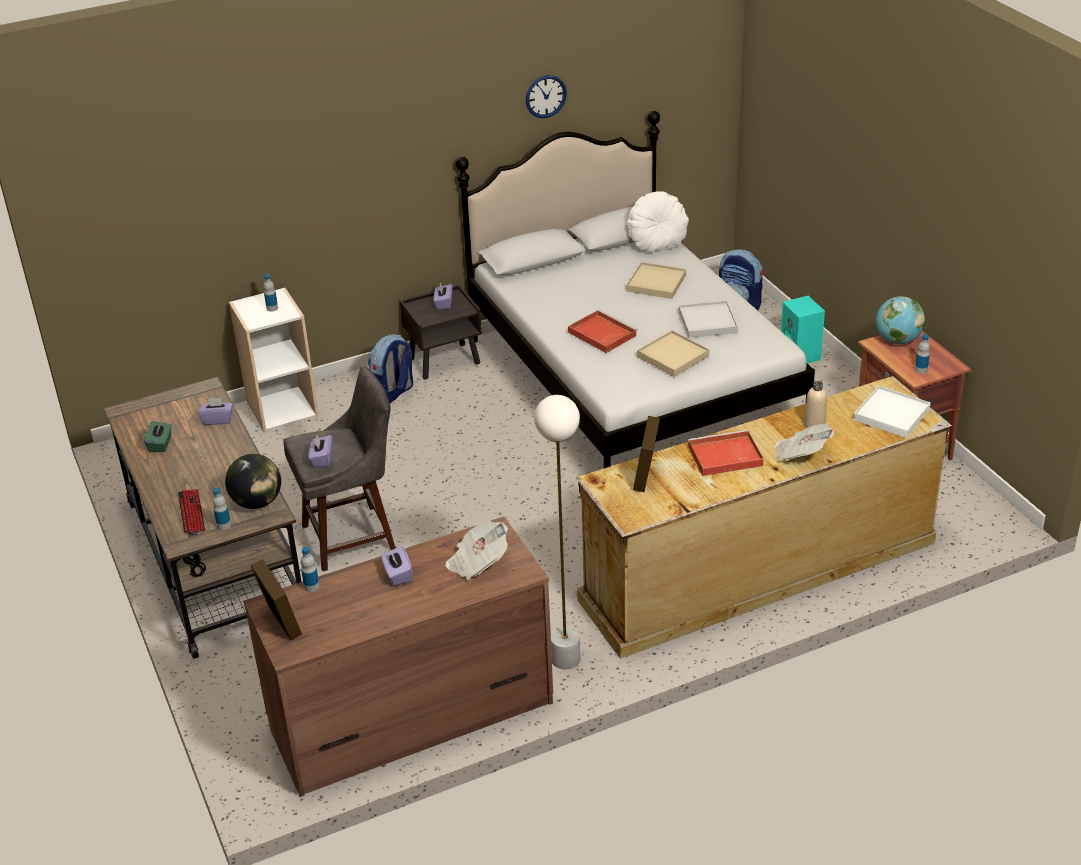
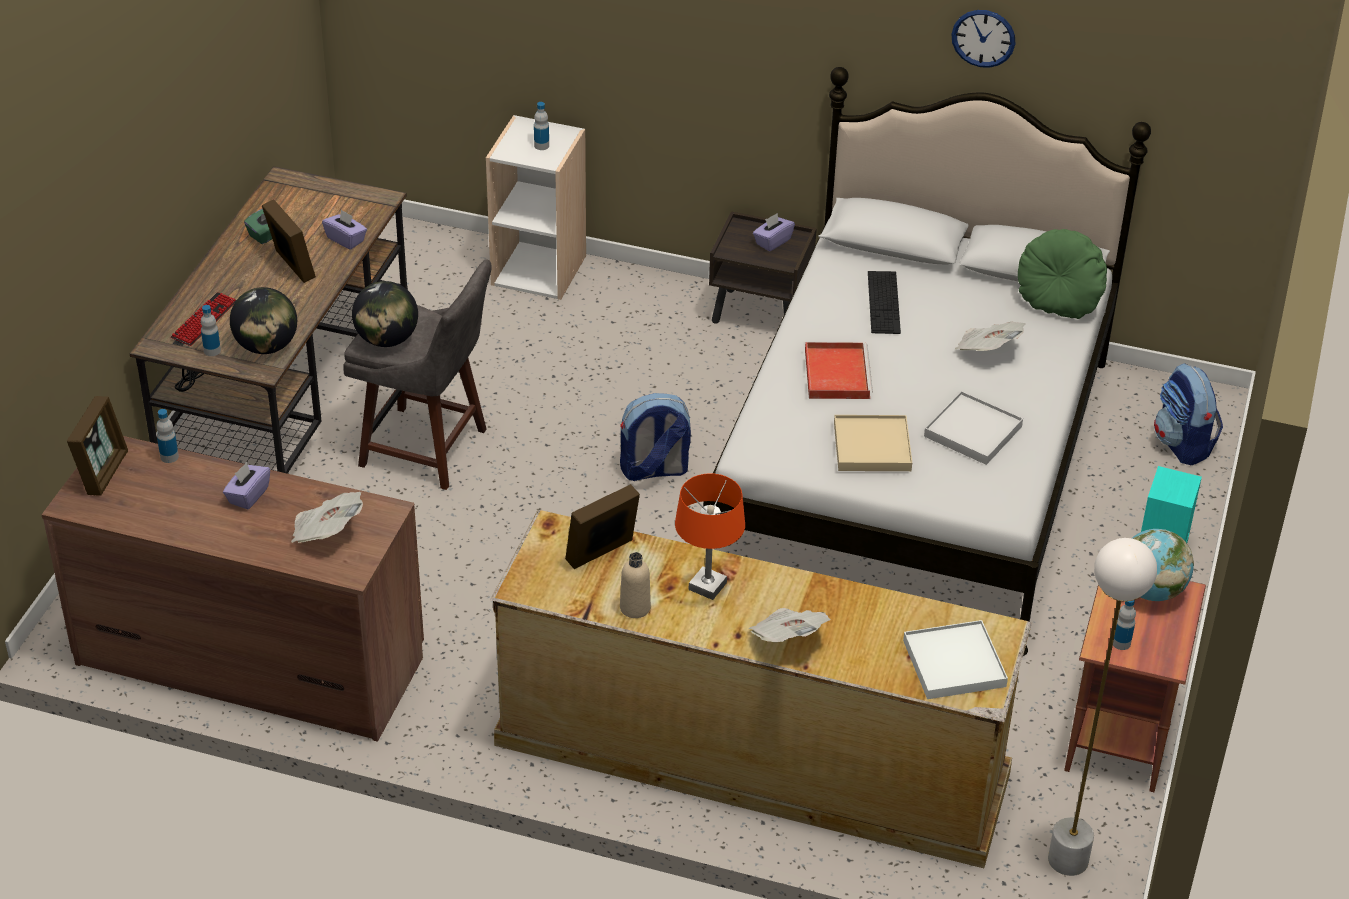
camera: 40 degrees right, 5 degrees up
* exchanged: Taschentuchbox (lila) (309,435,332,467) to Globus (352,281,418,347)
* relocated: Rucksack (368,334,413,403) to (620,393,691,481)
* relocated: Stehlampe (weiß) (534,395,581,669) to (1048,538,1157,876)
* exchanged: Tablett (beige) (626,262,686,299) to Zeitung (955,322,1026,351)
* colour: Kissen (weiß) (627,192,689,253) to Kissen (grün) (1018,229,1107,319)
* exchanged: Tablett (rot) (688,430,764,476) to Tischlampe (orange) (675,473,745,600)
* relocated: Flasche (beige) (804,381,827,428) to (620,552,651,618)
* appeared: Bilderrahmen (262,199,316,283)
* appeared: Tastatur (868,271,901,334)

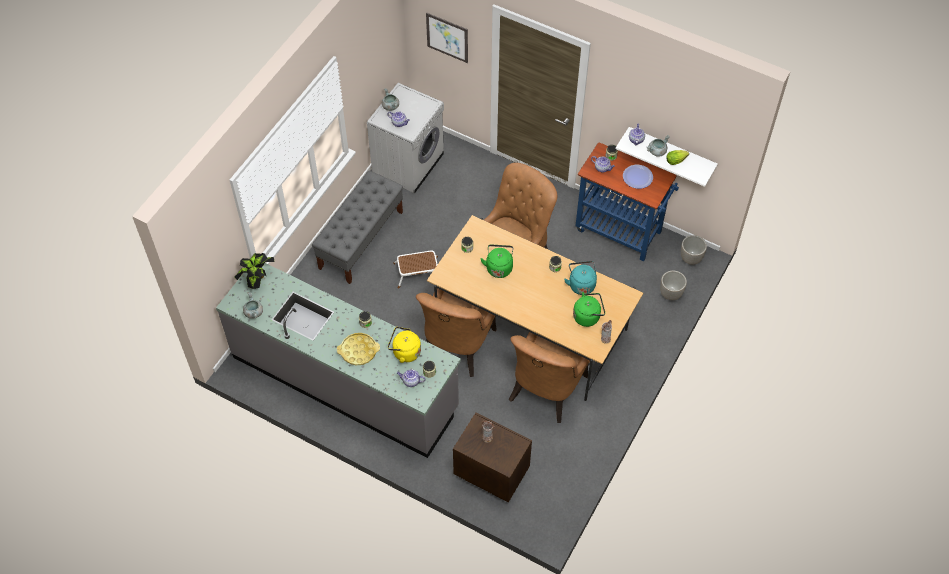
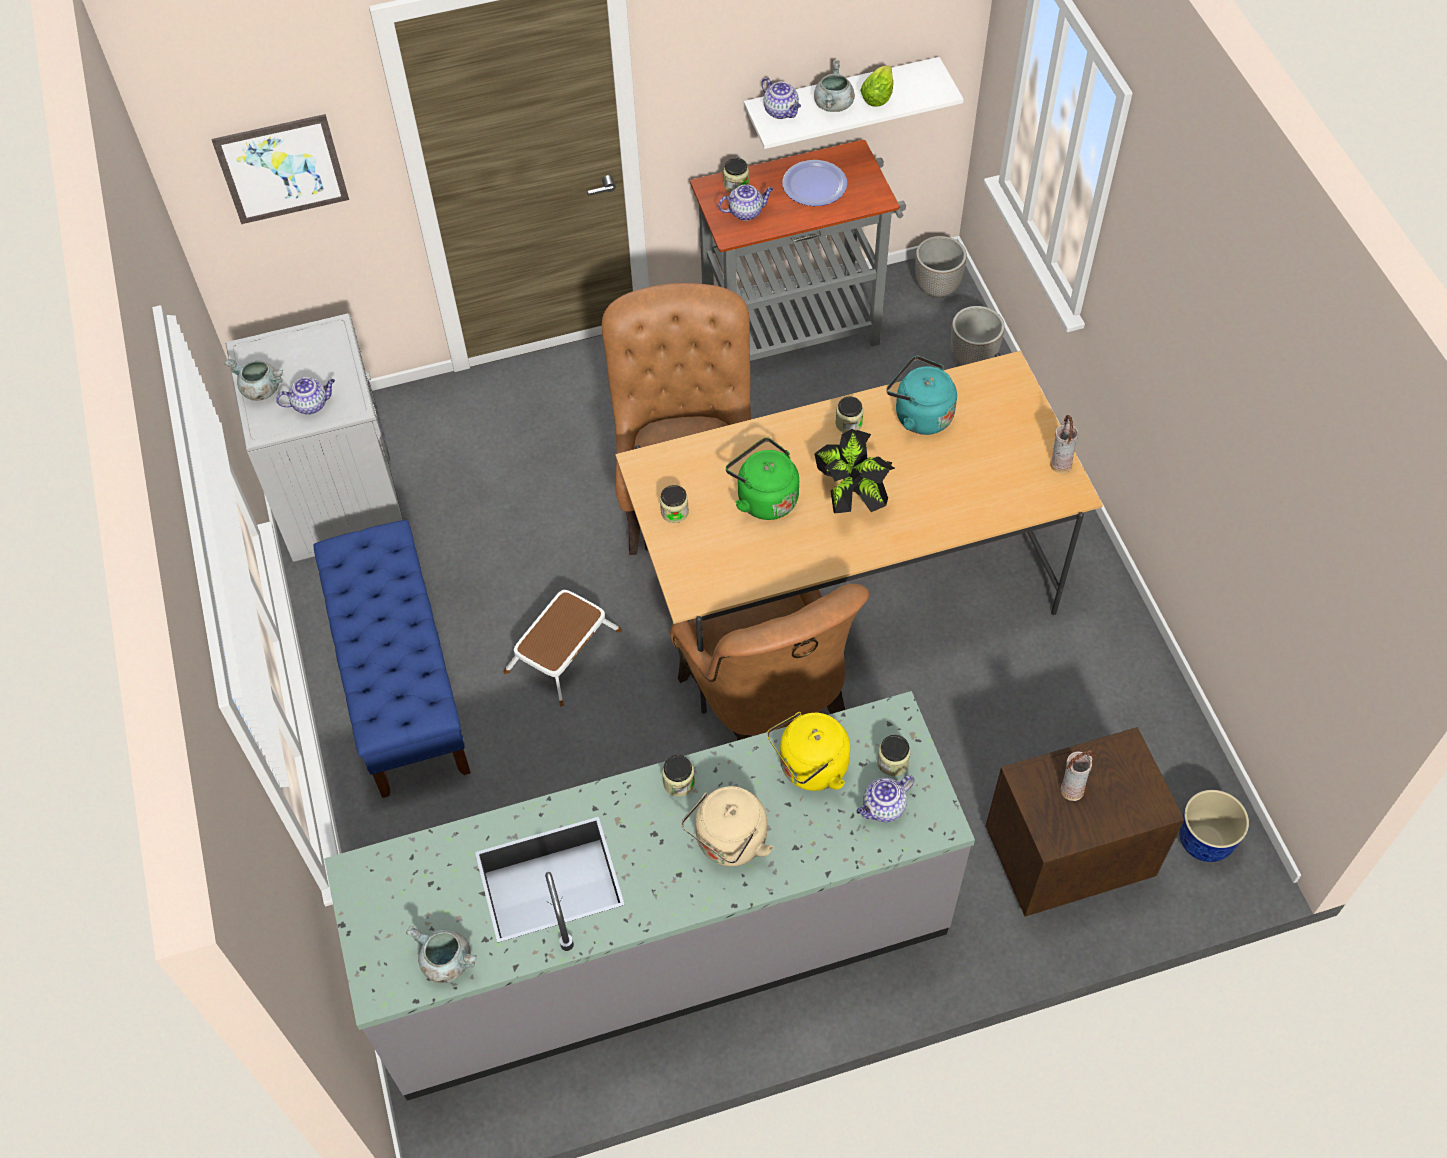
camera: 45 degrees left, 0 degrees up
* relocated: Topfpflanze (235,253,275,289) to (814,429,895,514)
* colour: Bank (grau) (312,171,403,284) to Bank (blau) (313,520,471,798)
* exchanged: Tablett (gelb) (337,333,380,365) to Wasserkessel (beige) (681,786,774,866)
* missing: Stuhl (braun) (509,332,590,423)
* missing: Wasserkessel (grün) (573,292,605,327)
* colour: Rollwagen (blau) (576,142,679,261) to Rollwagen (grau) (690,140,906,361)
* appeared: Pflanzkübel (1179,790,1249,862)

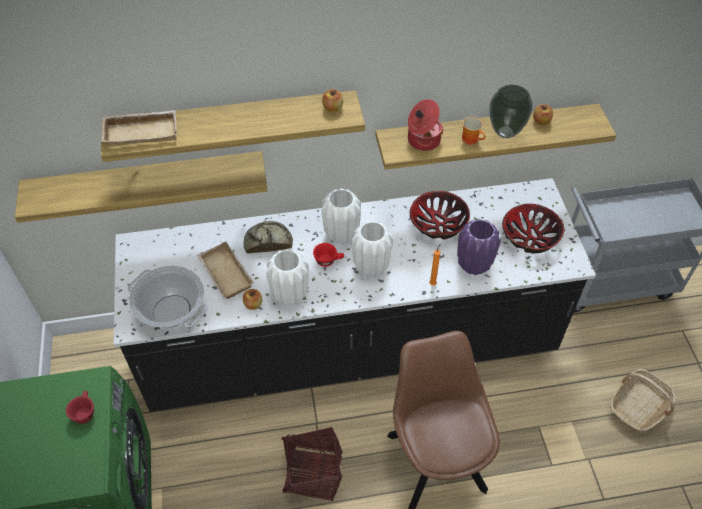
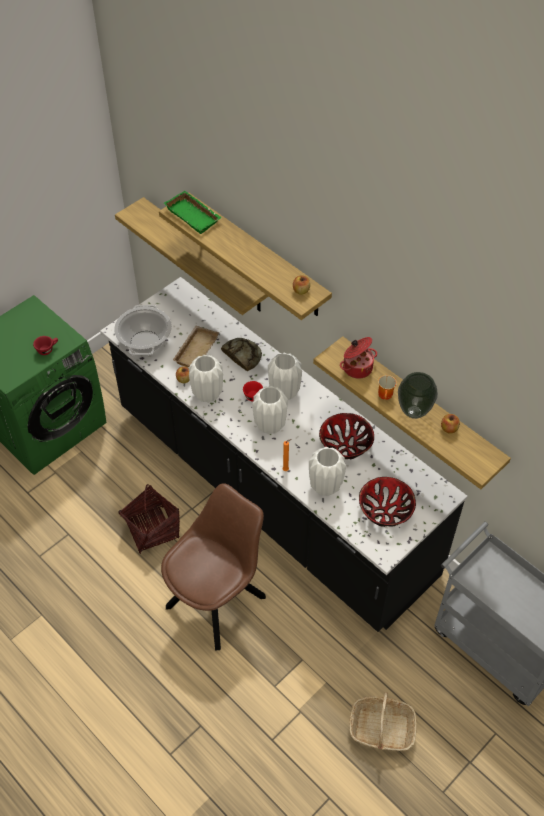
camera: 55 degrees right, 0 degrees up
* colour: Tablett (beige) (102,110,177,147) to Tablett (grün) (164,191,222,234)
* colour: Vase (lila) (457,219,501,275) to Vase (weiß) (309,447,346,496)

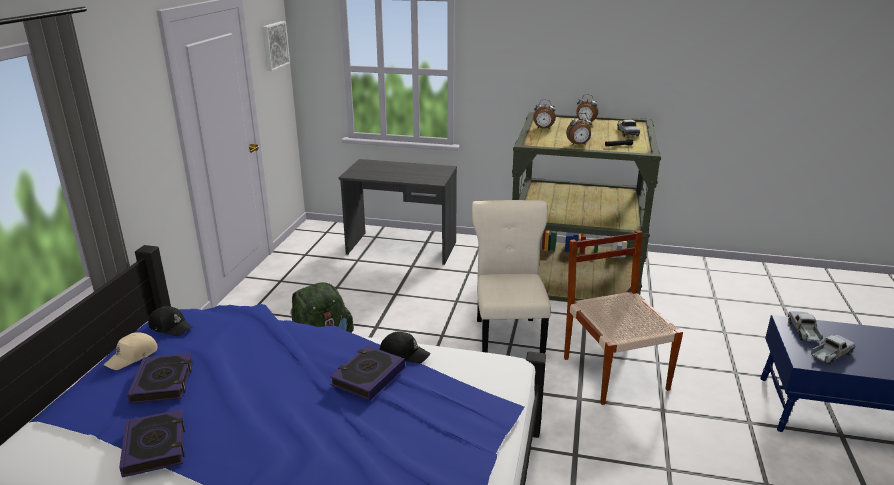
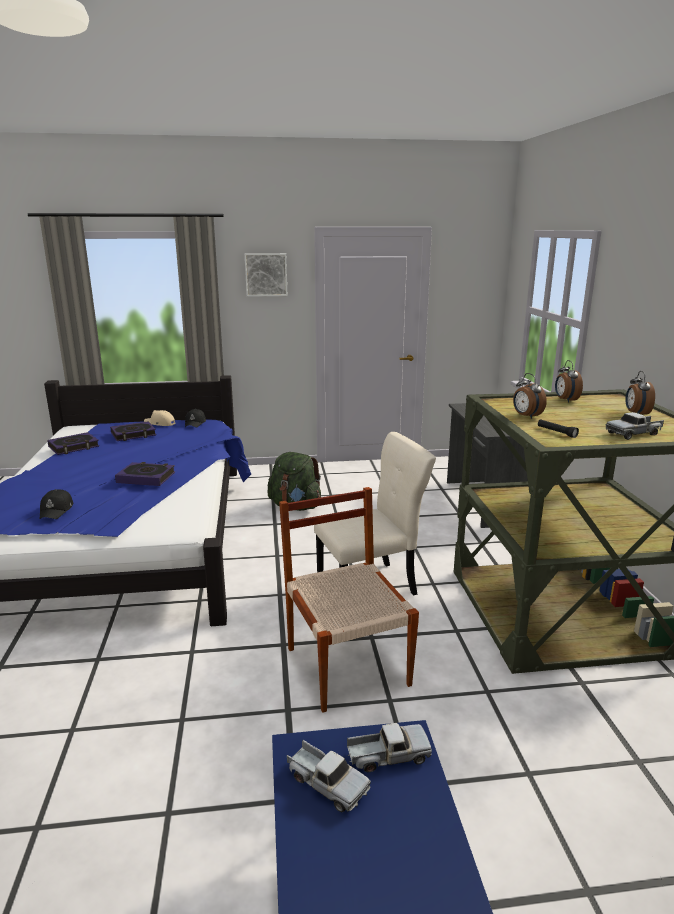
camera: 70 degrees right, 5 degrees down
* relocated: Bild (262,21,290,71) to (245,253,287,297)
* relocated: Kappe (schwarz) (379,331,430,363) to (39,489,73,519)
* spun: Stuhl (564,230,683,405) = (279,487,419,713) 75 degrees counterclockwise

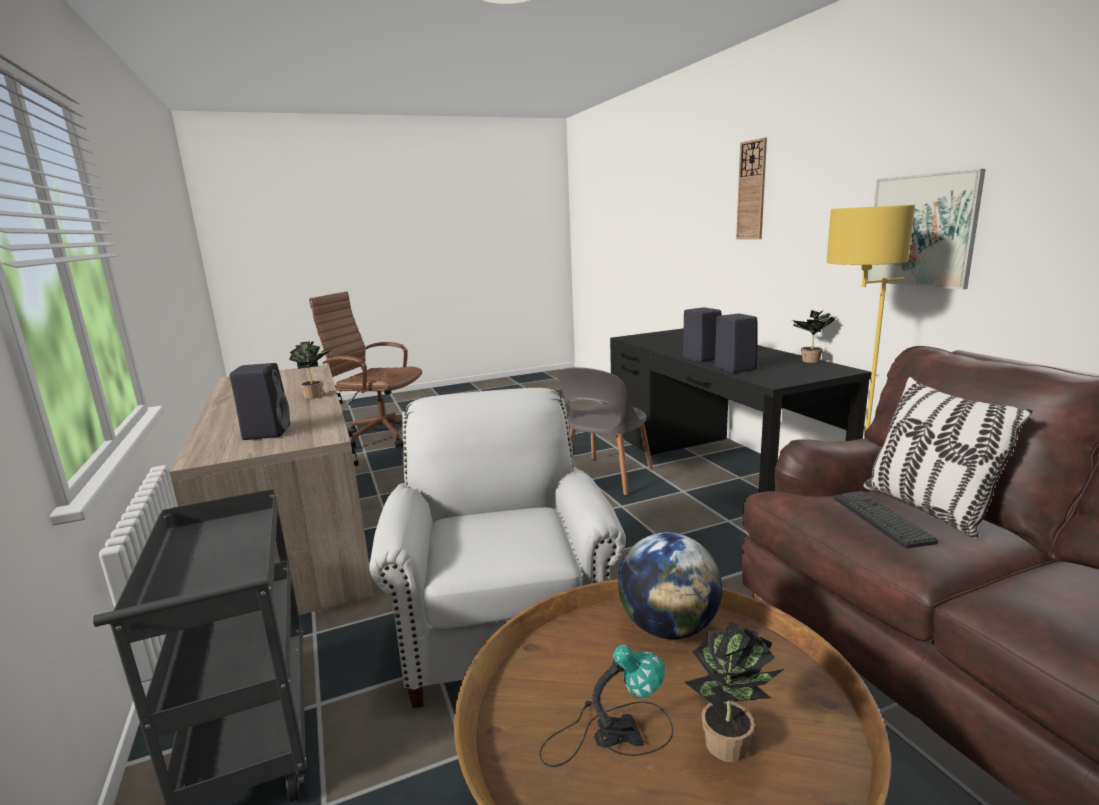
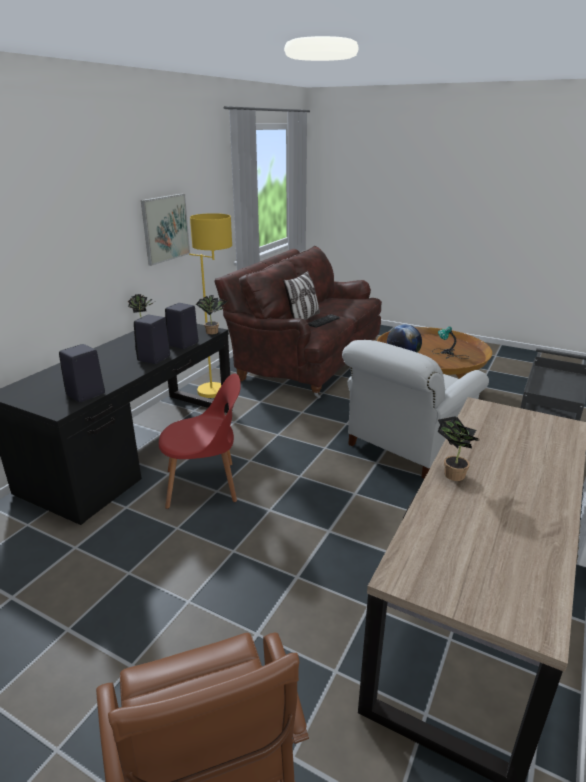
camera: 130 degrees left, 10 degrees up
* relocated: Lautsprecher (schwarz) (229,363,290,440) to (59,344,105,402)
* colour: Stuhl (grau) (558,367,653,495) to Stuhl (rot) (159,373,241,509)
* relocated: Topfpflanze (684,622,784,762) to (196,295,227,335)
* missing: Wanduhr (736,137,767,239)

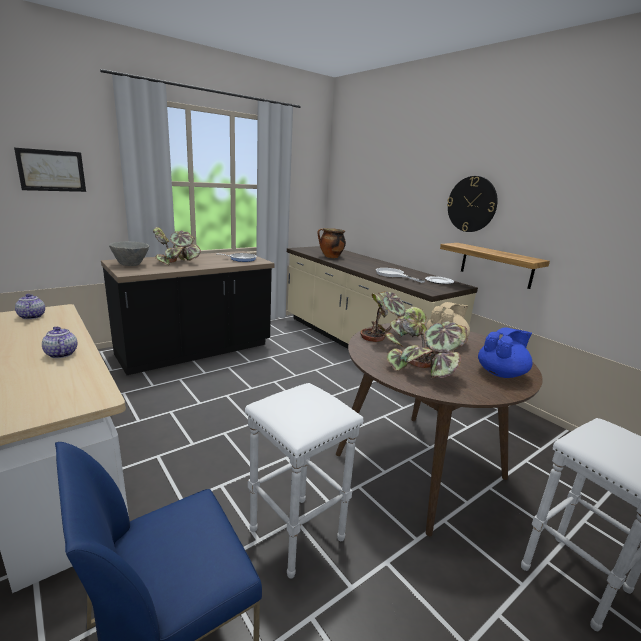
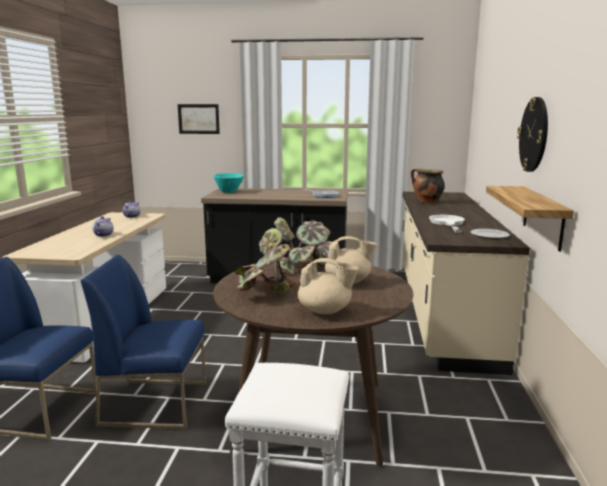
camera: 45 degrees right, 5 degrees down
* colour: Schüssel (grau) (109,241,149,266) to Schüssel (türkis) (213,173,244,193)
* missing: Topfpflanze (153,227,201,265)
* exchanged: Hocker (weiß) (245,383,363,578) to Stuhl (blau) (81,255,206,429)
* colour: Teekanne (blau) (478,327,533,378) to Teekanne (beige) (298,258,359,314)

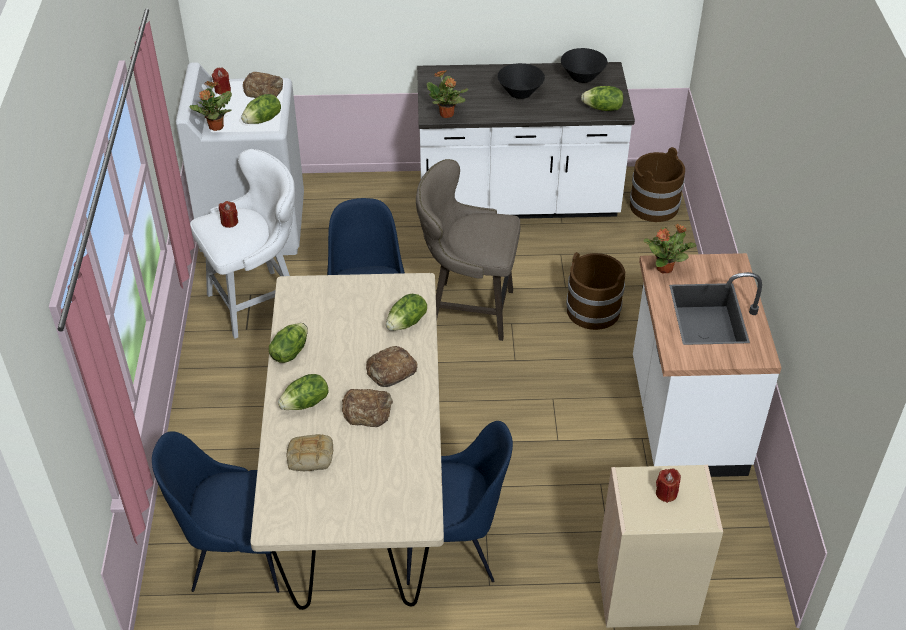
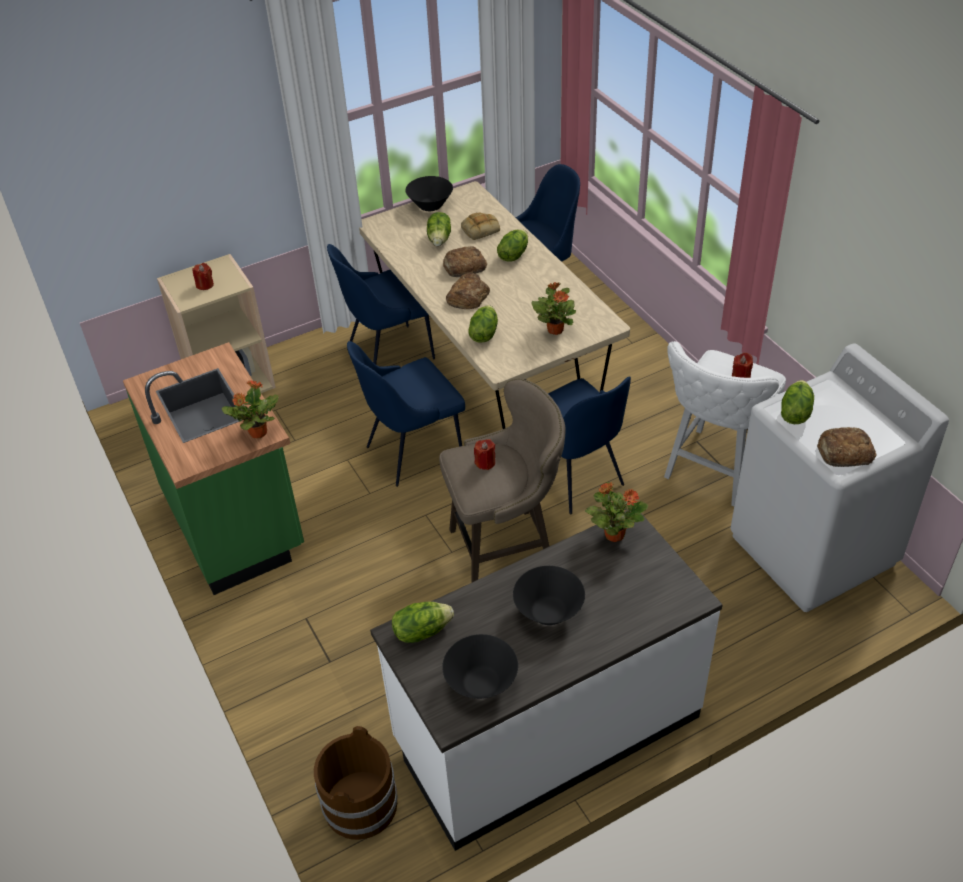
camera: 155 degrees right, 0 degrees up
* relocated: Topfpflanze (189,81,232,131) to (531,282,576,335)
* relocated: Kerze (rot) (212,68,231,95) to (474,439,495,470)
* relocated: Salatkopf (269,323,308,363) to (427,212,451,246)
* missing: Eimer (braun) (566,252,625,330)
* colour: Küchenzeile (weiß) (633,253,781,477) to Küchenzeile (grün) (123,342,304,595)
* appeared: Stuhl (blau) (347,341,465,487)
* appeared: Schüssel (schwarz) (405,176,453,211)

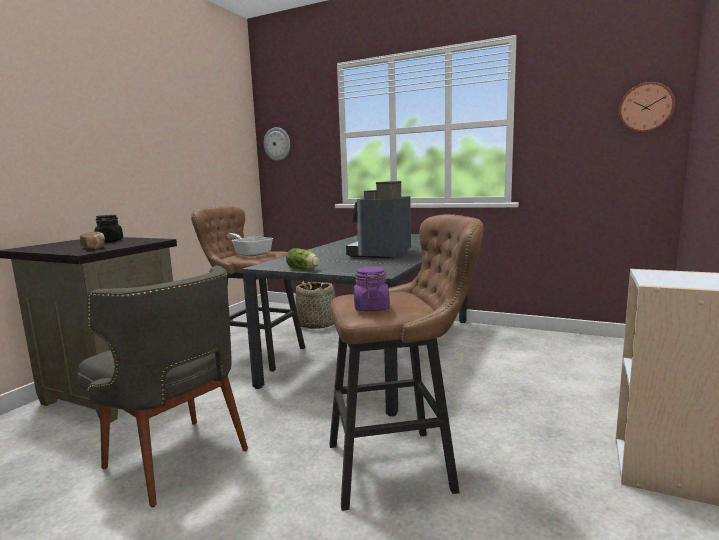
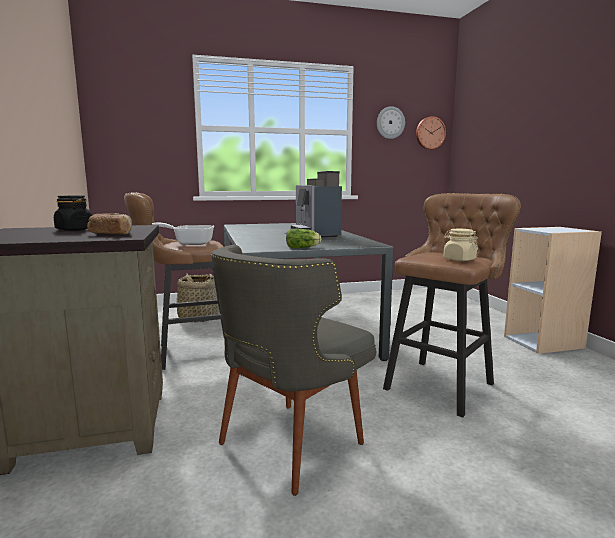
camera: 40 degrees left, 0 degrees up
* spun: Stuhl (grau) (78,266,248,507) = (211,245,376,496) 135 degrees clockwise
* relocated: Wanduhr (264,127,290,161) to (377,106,405,139)
* colour: Vorratsglas (lila) (354,267,390,311) to Vorratsglas (beige) (443,229,478,261)

